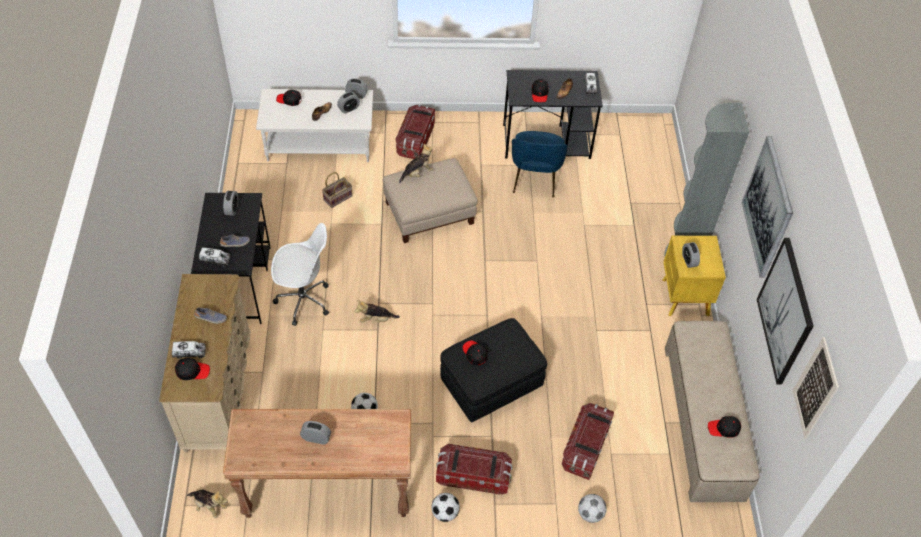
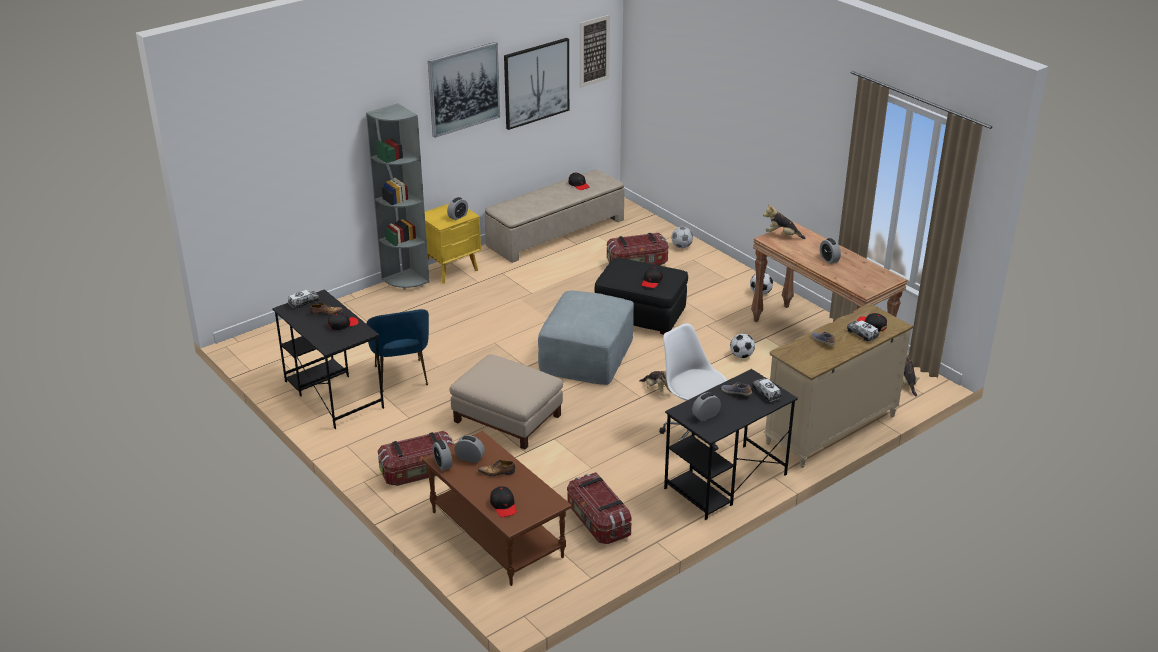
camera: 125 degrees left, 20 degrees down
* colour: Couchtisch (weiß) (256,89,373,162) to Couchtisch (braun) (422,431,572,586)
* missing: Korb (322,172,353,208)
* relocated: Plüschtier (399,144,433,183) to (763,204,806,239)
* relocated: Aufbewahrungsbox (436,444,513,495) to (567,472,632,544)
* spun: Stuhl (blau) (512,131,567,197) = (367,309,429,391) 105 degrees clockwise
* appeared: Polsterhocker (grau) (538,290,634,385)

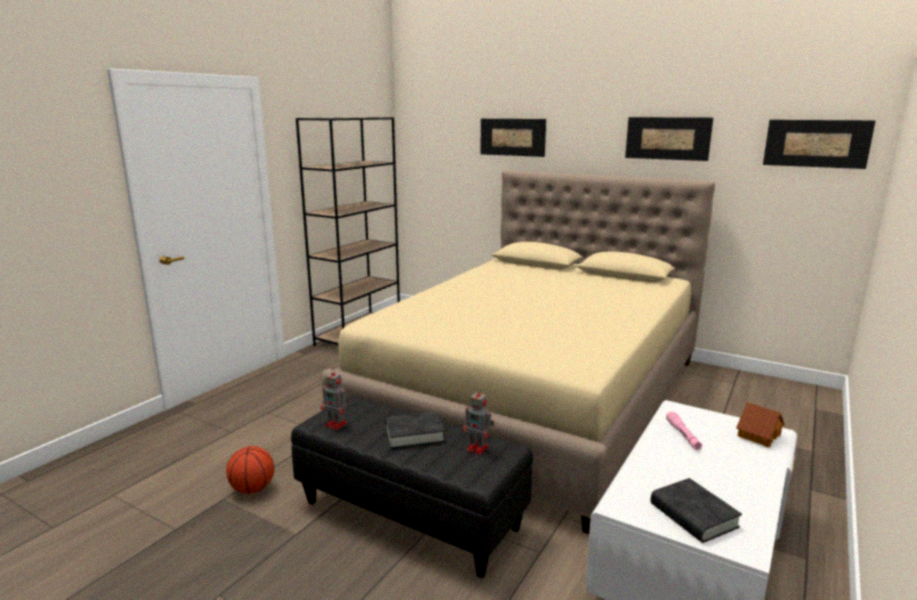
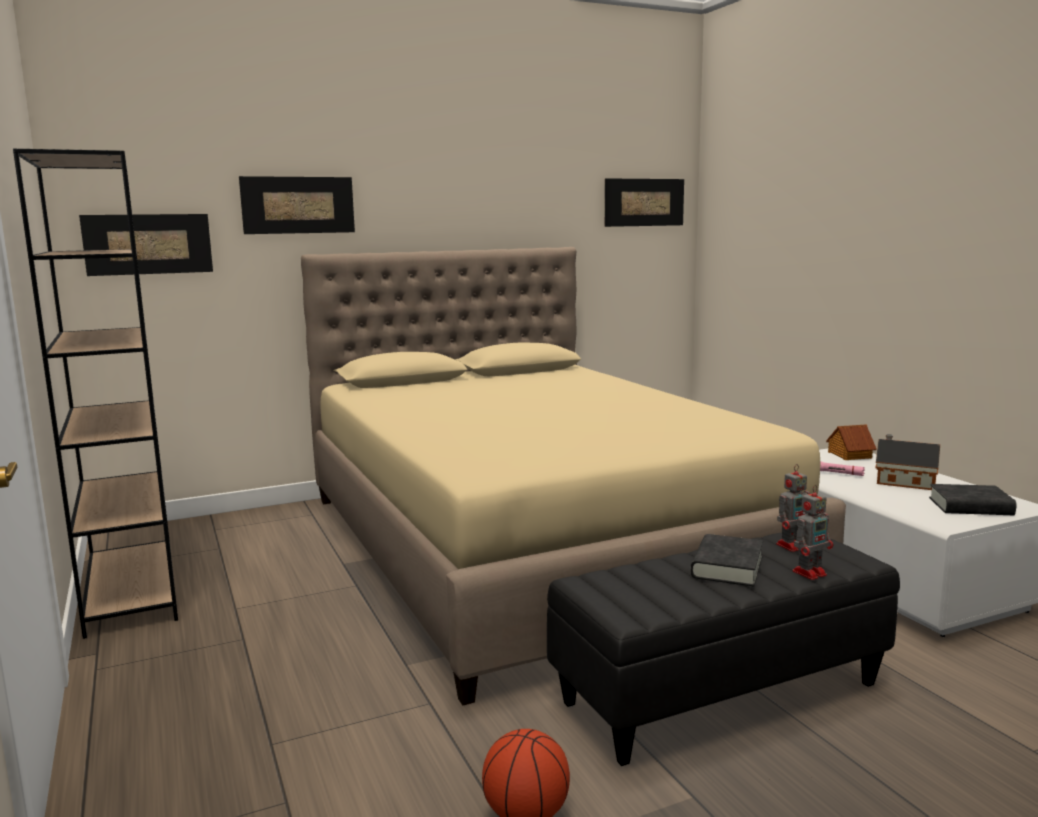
camera: 55 degrees left, 5 degrees down
* relocated: Spielzeugroboter (321,369,349,430) to (792,485,833,580)
* relocated: Bild (625,117,713,161) to (79,214,213,276)
* appeared: Spielzeughaus (875,434,940,490)

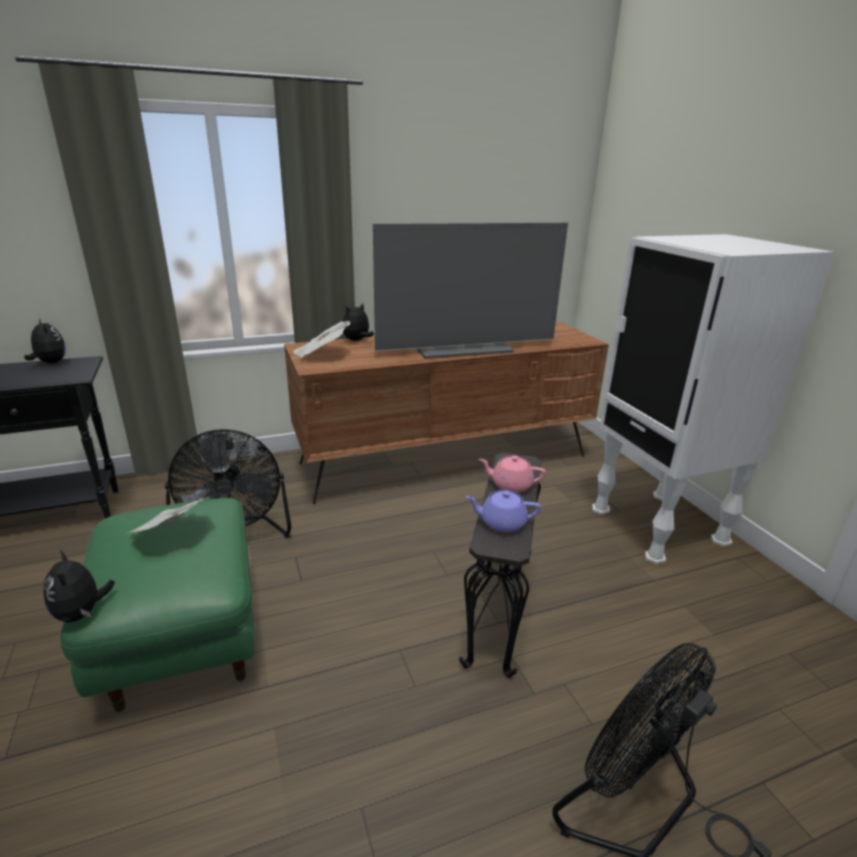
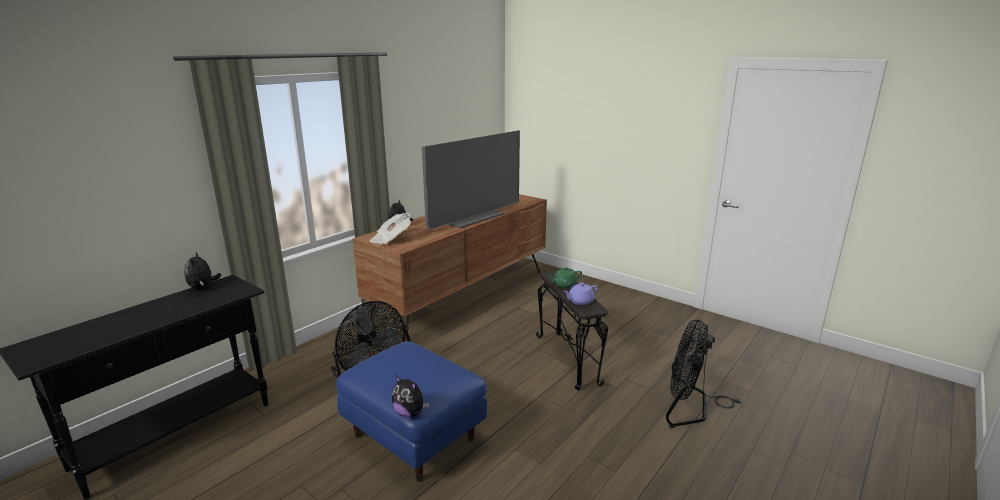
camera: 30 degrees left, 5 degrees down
* spun: Plüschtier (24,318,66,363) = (184,252,221,289) 120 degrees counterclockwise
* colour: Polsterhocker (grün) (60,498,254,712) to Polsterhocker (blau) (336,341,487,482)
* missing: Zeitung (129,497,208,533)
* colour: Teekanne (rosa) (479,456,546,493) to Teekanne (grün) (547,267,582,288)
* missing: Schrank (weiß) (592,234,835,564)

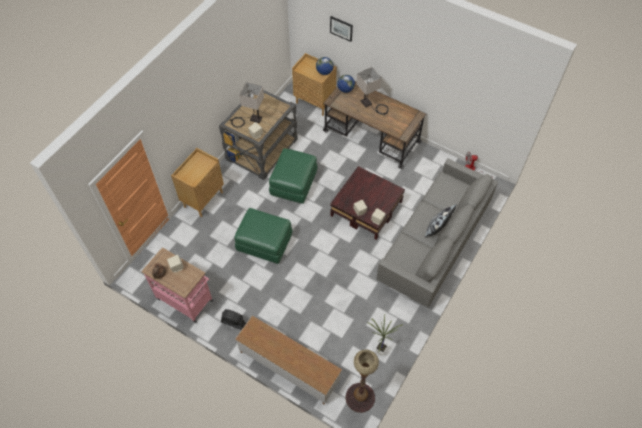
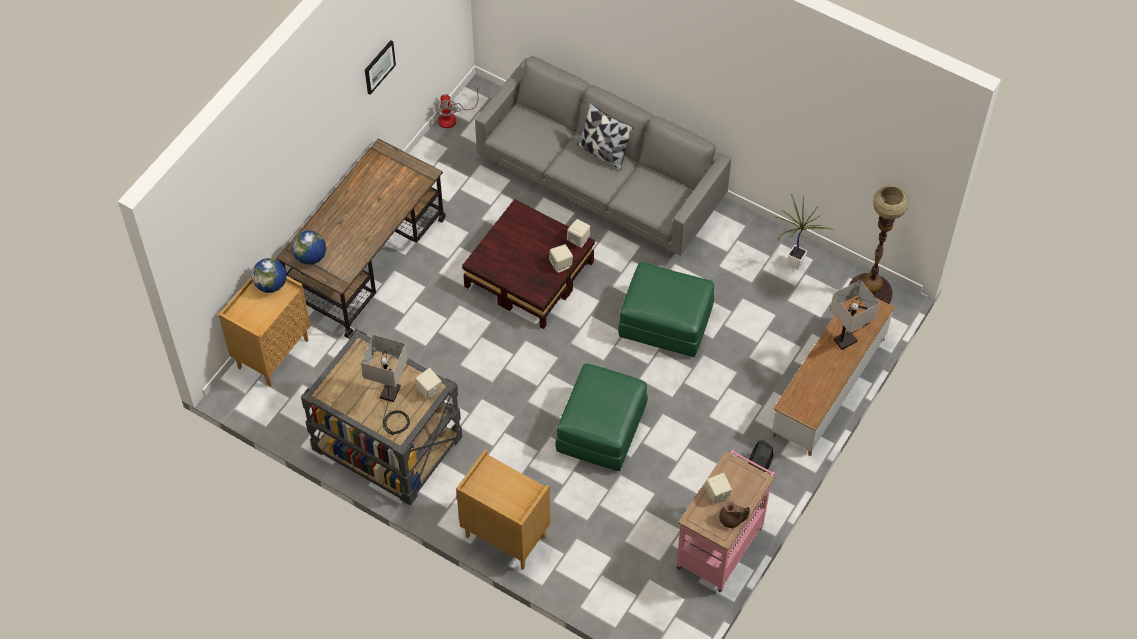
camera: 90 degrees left, 0 degrees up
* relocated: Polsterhocker (grün) (269,148,318,204) to (618,262,714,357)
* relocated: Bild (330,16,353,42) to (365,40,396,95)
* relocated: Tischlampe (357,67,388,115) to (831,279,880,350)

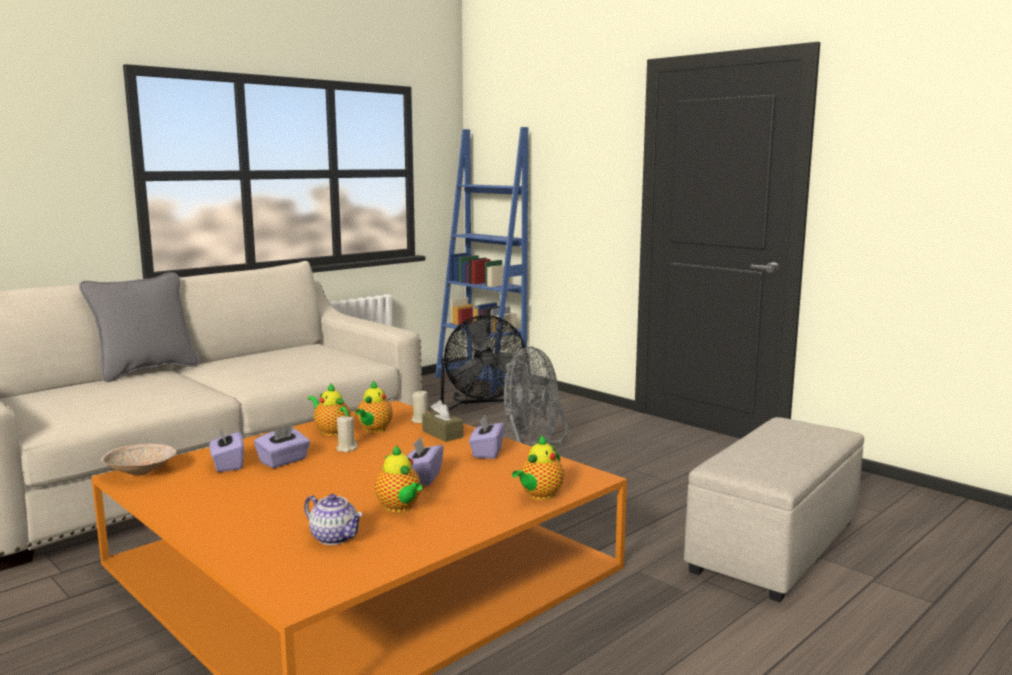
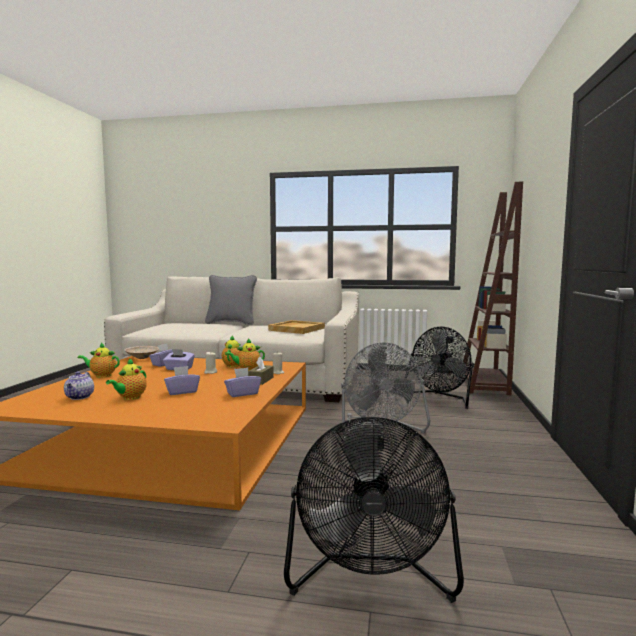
camera: 55 degrees right, 5 degrees down
* colour: Bücherregal (blau) (435,127,528,394) to Bücherregal (braun) (464,182,523,395)
* relocated: Teekanne (512,435,564,500) to (78,343,120,377)
* exchanged: Polsterhocker (beige) (684,417,864,602) to Ventilator (schwarz) (284,417,464,603)
* appeared: Tablett (beige) (268,320,325,334)

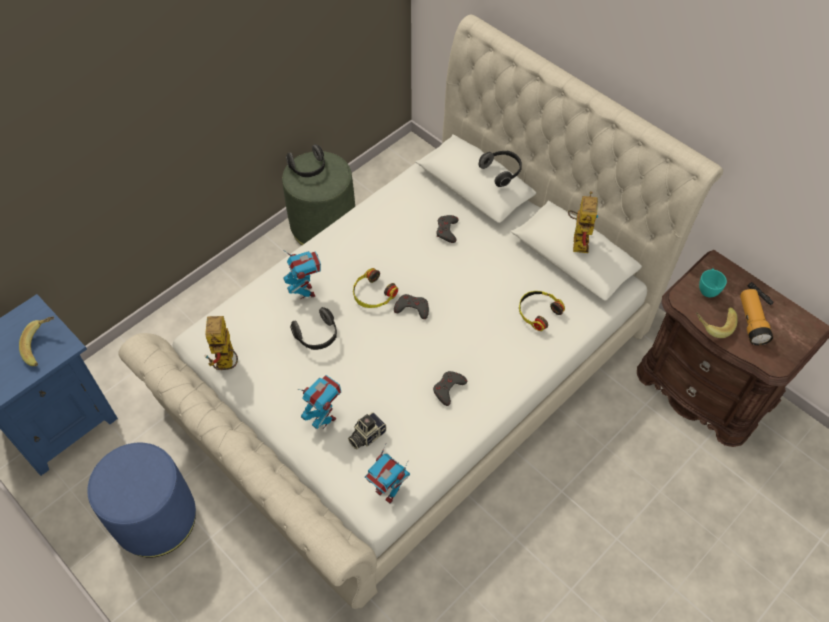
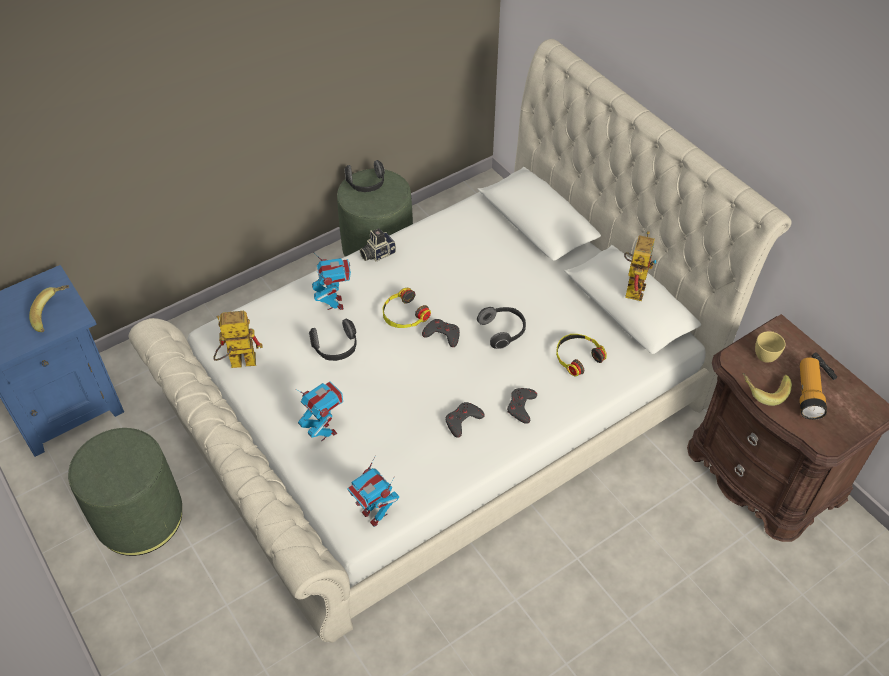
camera: 10 degrees right, 5 degrees down
* colour: Polsterhocker (blau) (87,443,196,558) to Polsterhocker (grün) (68,428,182,556)
* spun: Spielzeugroboter (205,316,238,370) = (213,311,263,368) 75 degrees clockwise
* relocated: Kamera (348,412,386,449) to (360,228,396,262)
* relocated: Gamepad (grau) (436,215,458,243) to (507,388,537,424)
* relocated: Kopfhörer (479,151,522,187) to (477,307,526,349)
* colour: Tasse (türkis) (699,268,727,297) to Tasse (gelb) (755,331,785,363)

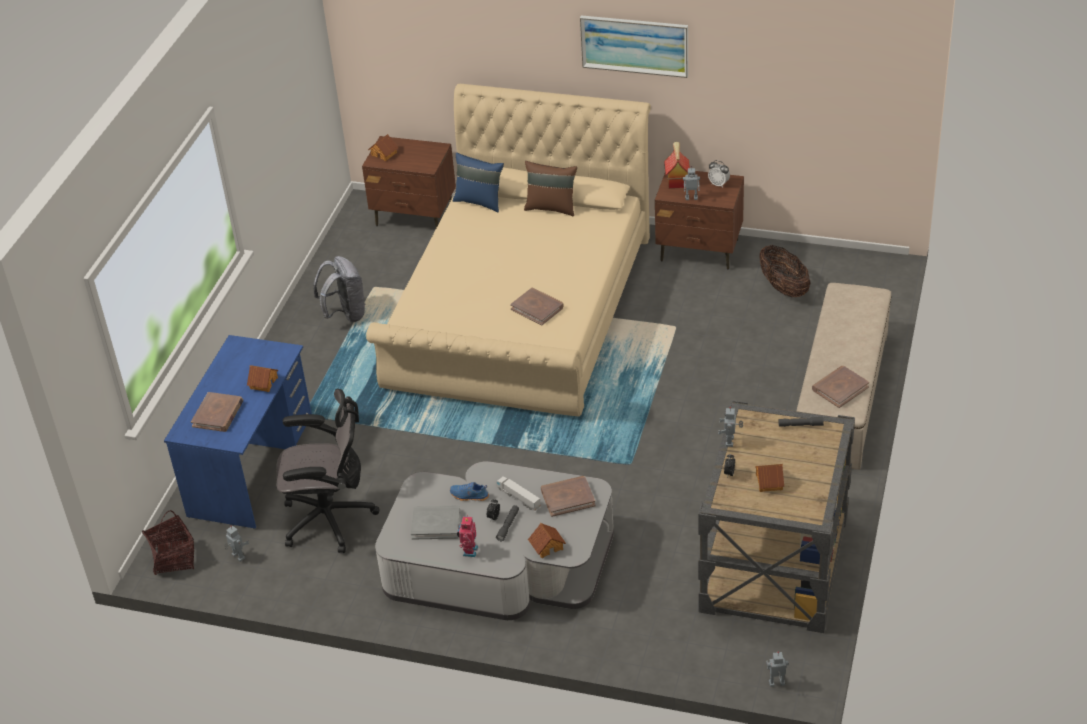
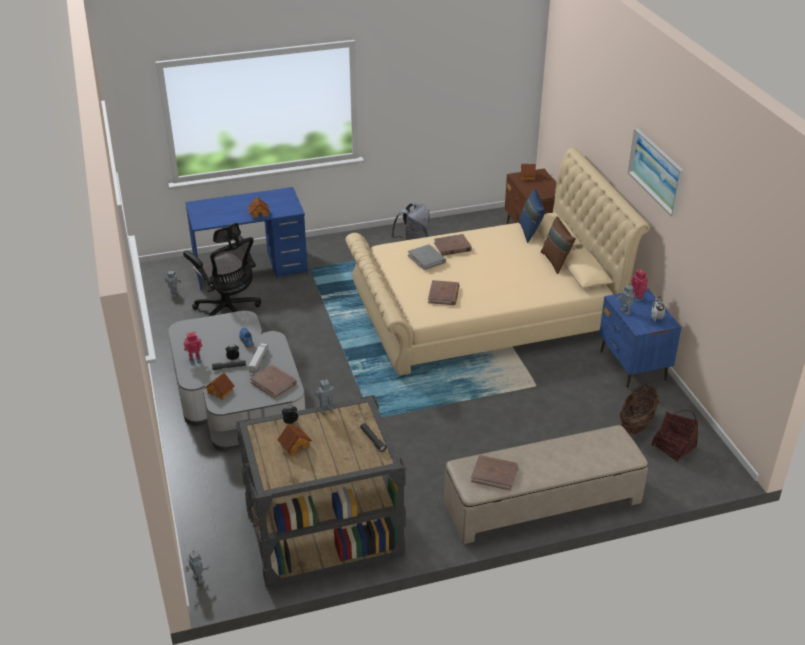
camera: 55 degrees right, 5 degrees down
* relocated: Korb (142,510,194,575) to (652,410,698,462)
* relocated: Buch (braun) (191,392,243,432) to (434,234,472,256)
* relocated: Buch (grau) (411,505,460,540) to (408,244,446,270)
* colour: Nachttisch (braun) (655,171,744,270) to Nachttisch (blau) (599,289,681,388)
* exchanged: Spielzeughaus (664,142,690,188) to Spielzeugroboter (631,269,648,302)

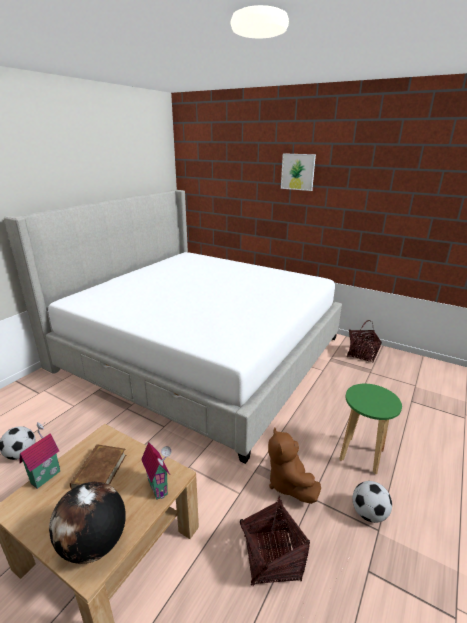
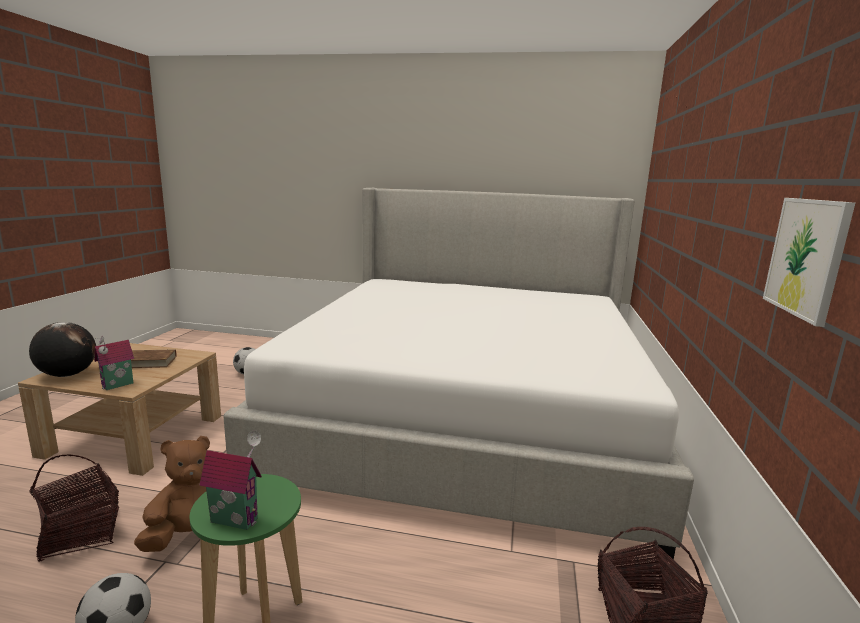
camera: 70 degrees right, 10 degrees down
* relocated: Spielzeughaus (19,422,60,489) to (199,430,262,530)
* relocated: Bild (281,153,316,191) to (763,198,855,327)

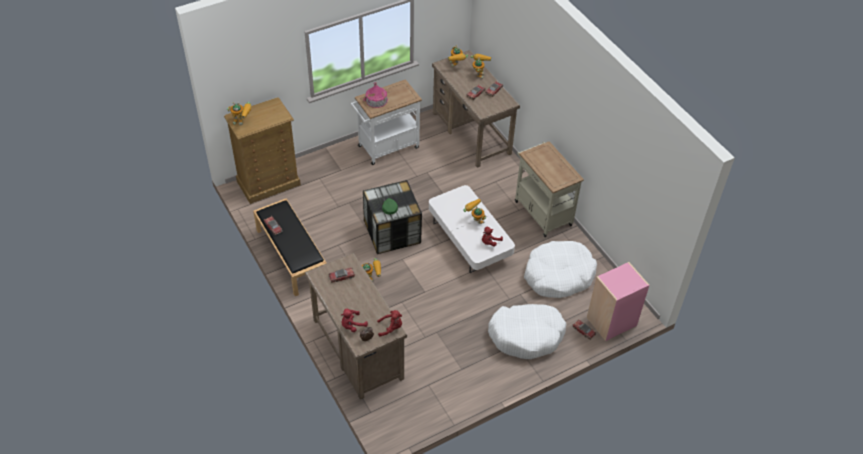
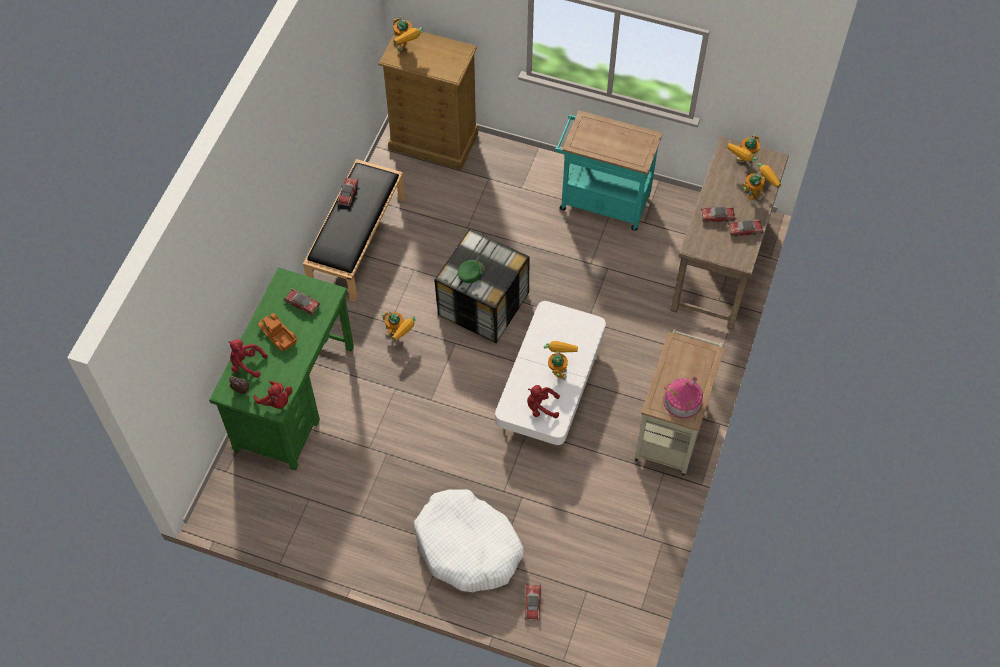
camera: 50 degrees right, 10 degrees up
* colour: Schreibtisch (braun) (305,253,407,399) to Schreibtisch (grün) (209,267,354,470)
* colour: Rollwagen (weiß) (351,79,422,165) to Rollwagen (türkis) (555,110,663,231)
* relocated: Spielzeughaus (363,82,388,108) to (663,376,703,418)
* missing: Hundebett (weiß) (524,241,597,298)
* missing: Bücherregal (rosa) (587,262,649,341)
* appeared: Spielzeuglaster (257,313,297,351)

